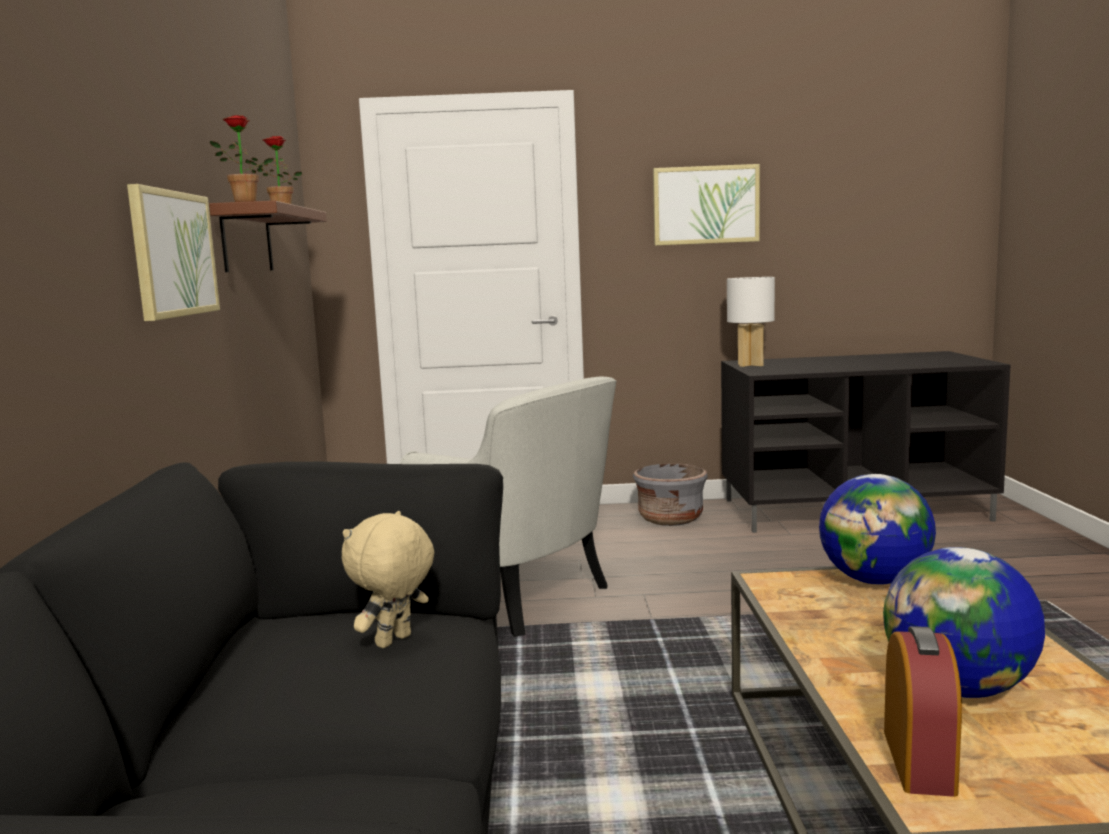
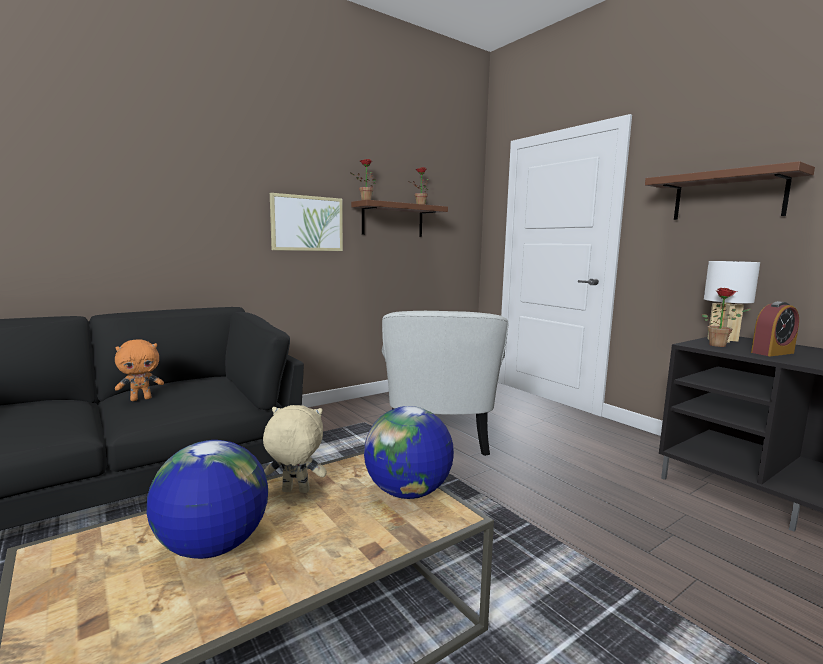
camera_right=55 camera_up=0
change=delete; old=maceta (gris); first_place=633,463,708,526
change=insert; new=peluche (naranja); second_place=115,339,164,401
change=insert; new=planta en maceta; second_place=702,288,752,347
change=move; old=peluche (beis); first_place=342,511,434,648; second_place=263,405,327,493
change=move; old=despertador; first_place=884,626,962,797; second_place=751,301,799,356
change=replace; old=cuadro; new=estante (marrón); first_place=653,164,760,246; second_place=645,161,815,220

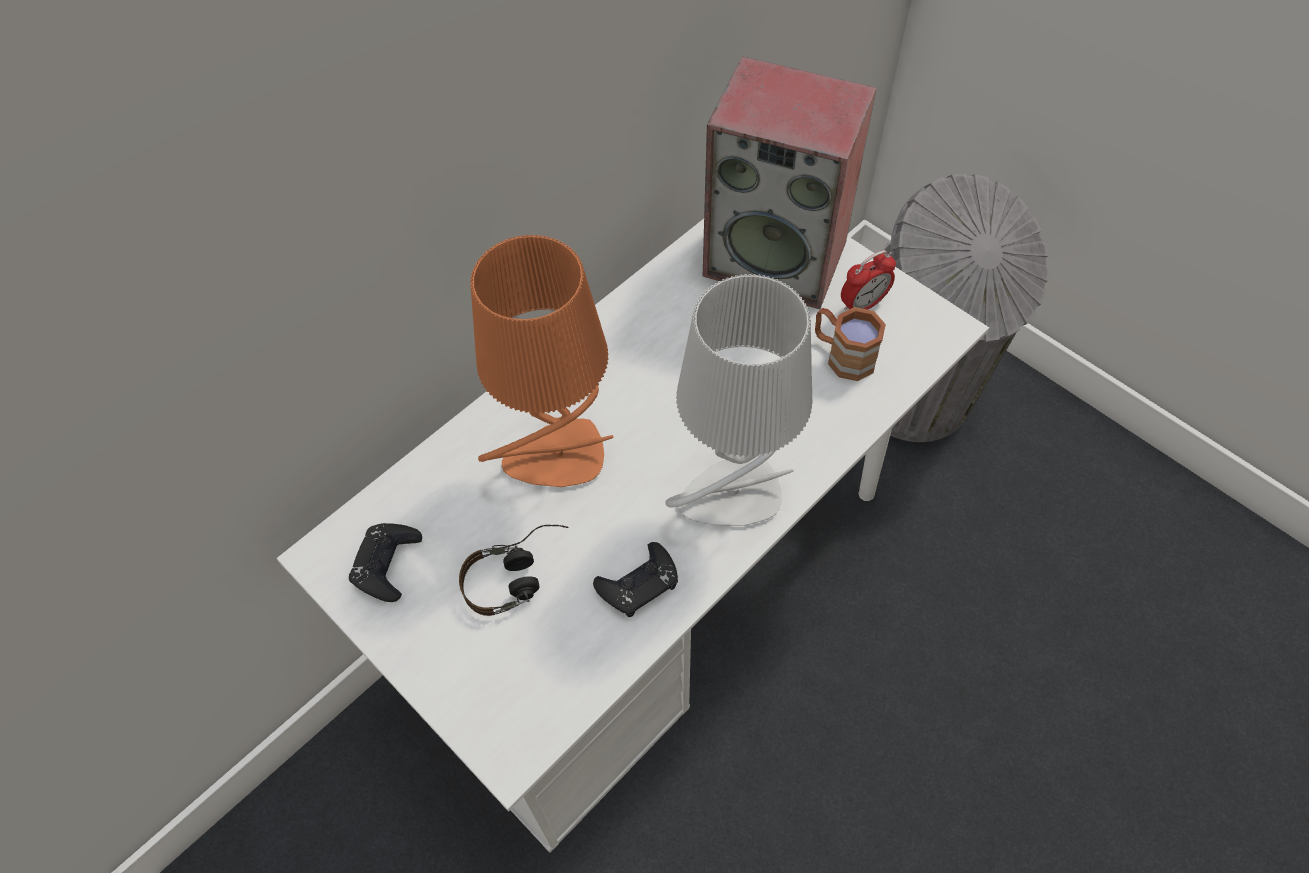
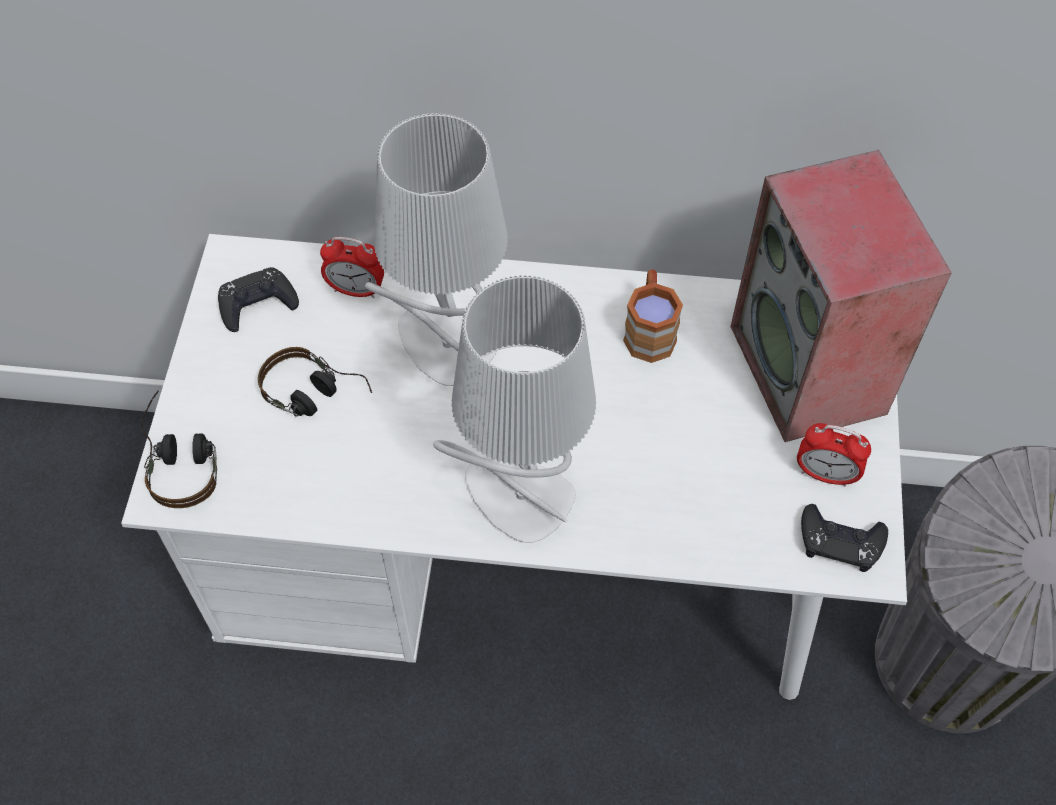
camera_right=50 camera_up=0
change=insert; new=auriculares; second_place=141,390,217,508
change=insert; new=despertador; second_place=320,237,384,298
change=move; old=mando de consola (negro); first_place=593,542,678,617; second_place=801,504,888,572
change=move; old=taza grande (marrón); first_place=815,307,886,381; second_place=623,270,683,363
change=recolor; old=lámpara de mesa (naranja); new=lámpara de mesa (gris); first_place=470,234,614,487; second_place=365,113,508,386

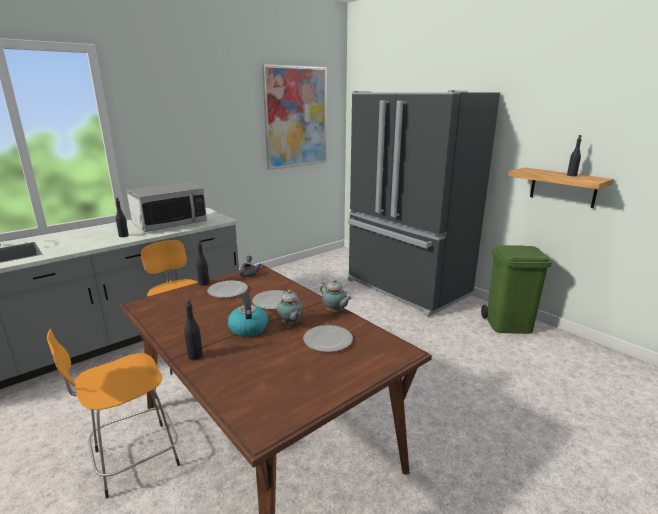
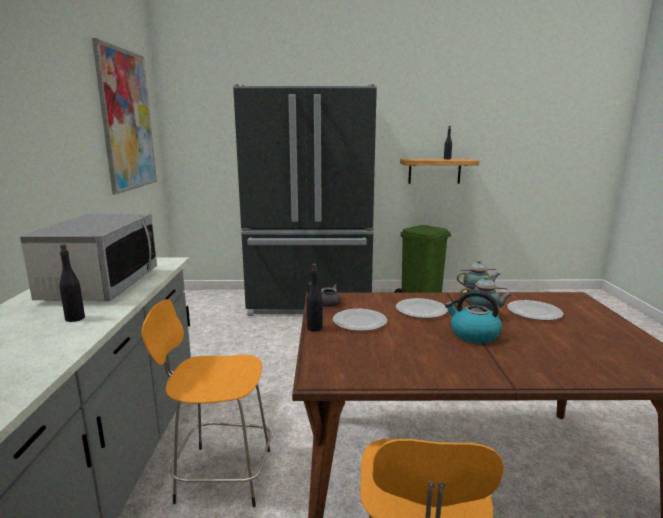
camera_right=-50 camera_up=-5
change=delete; old=botella (negro); first_place=184,299,203,360

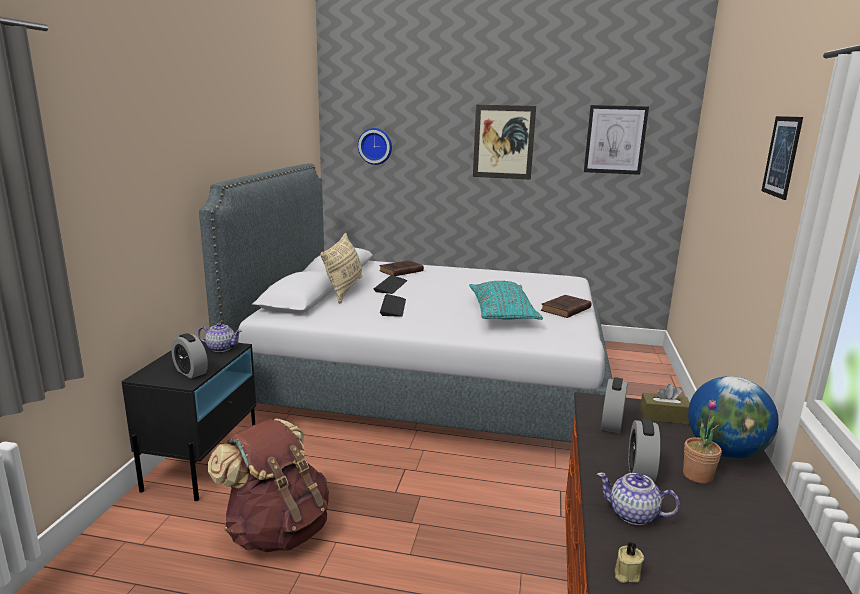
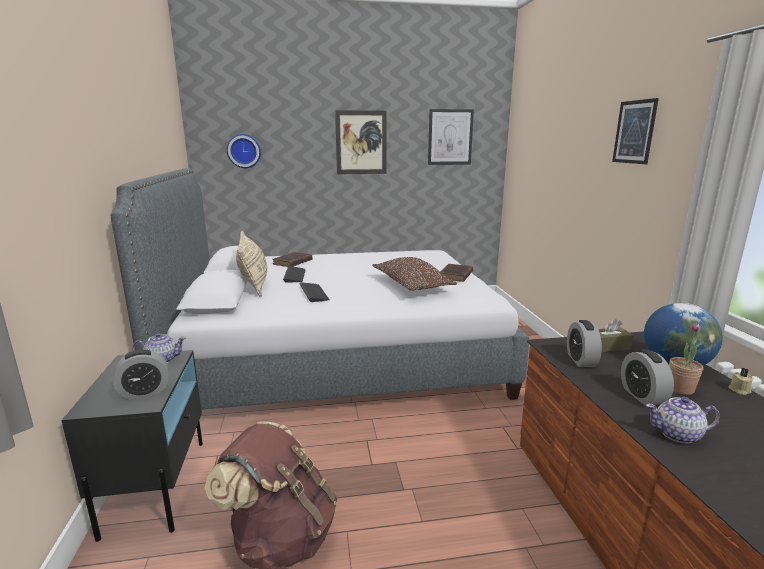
camera_right=-20 camera_up=0
change=move; old=vela (beis); first_place=615,542,644,583; second_place=728,368,754,395
change=recolor; old=cojín (turquesa); new=cojín (marrón); first_place=469,281,543,320; second_place=373,257,457,291
change=rotate; old=despertador; first_place=171,333,208,378; second_place=113,350,169,400; degrees=-45

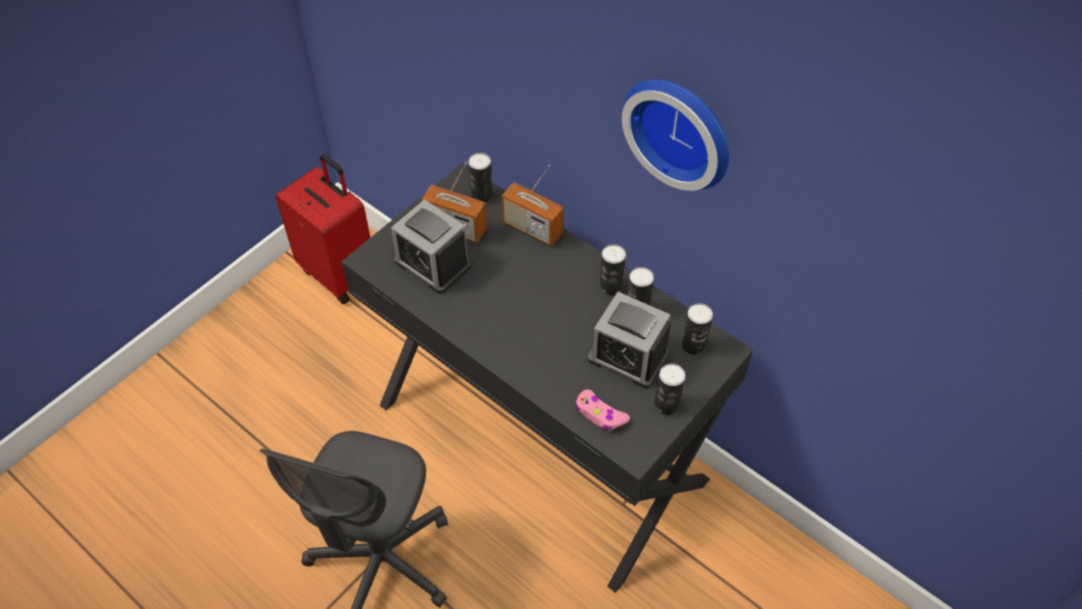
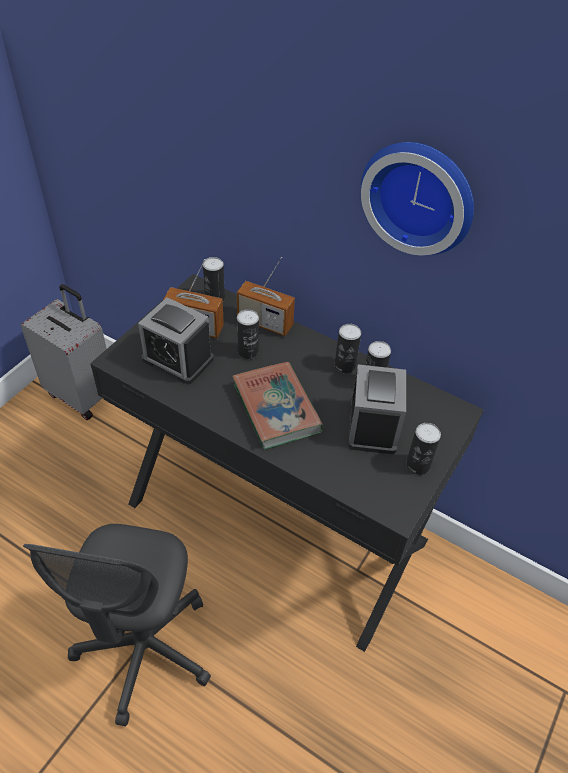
camera_right=-10 camera_up=-5
change=delete; old=mando de consola (rosa); first_place=575,389,630,430
change=insert; new=libro; second_place=232,362,324,450
change=move; old=lata; first_place=682,303,713,355; second_place=237,309,259,359
change=recolor; old=maleta (rojo); new=maleta (gris); first_place=275,154,370,304; second_place=20,284,107,420
change=rotate; old=despertador; first_place=588,292,671,389; second_place=348,365,406,454; degrees=-105

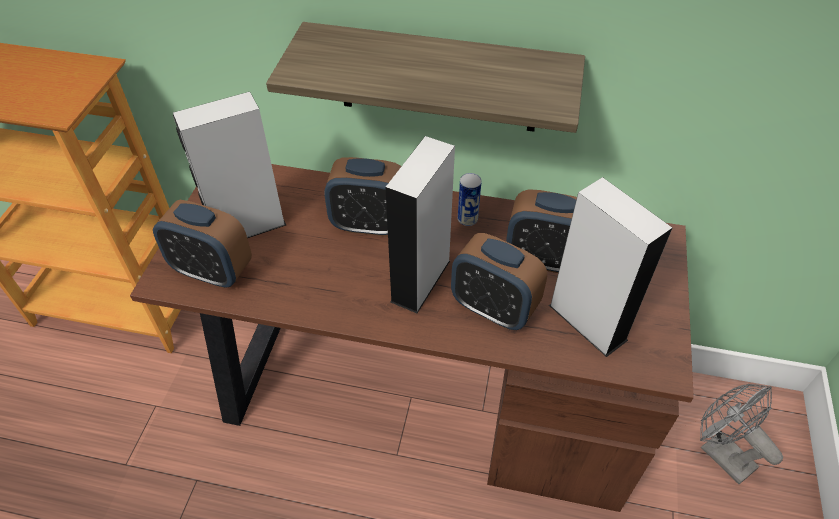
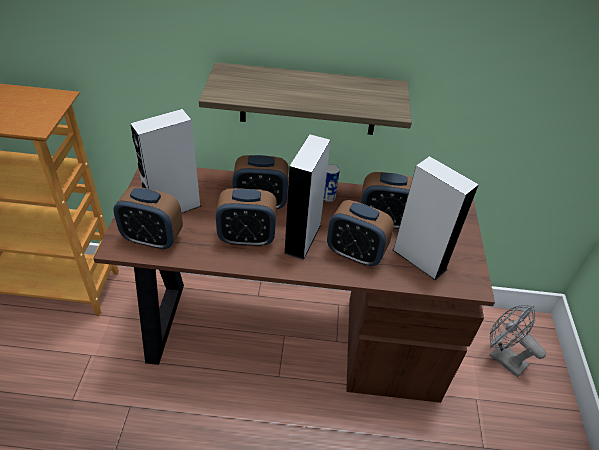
camera_right=-10 camera_up=-5
change=insert; new=despertador; second_place=216,188,277,247

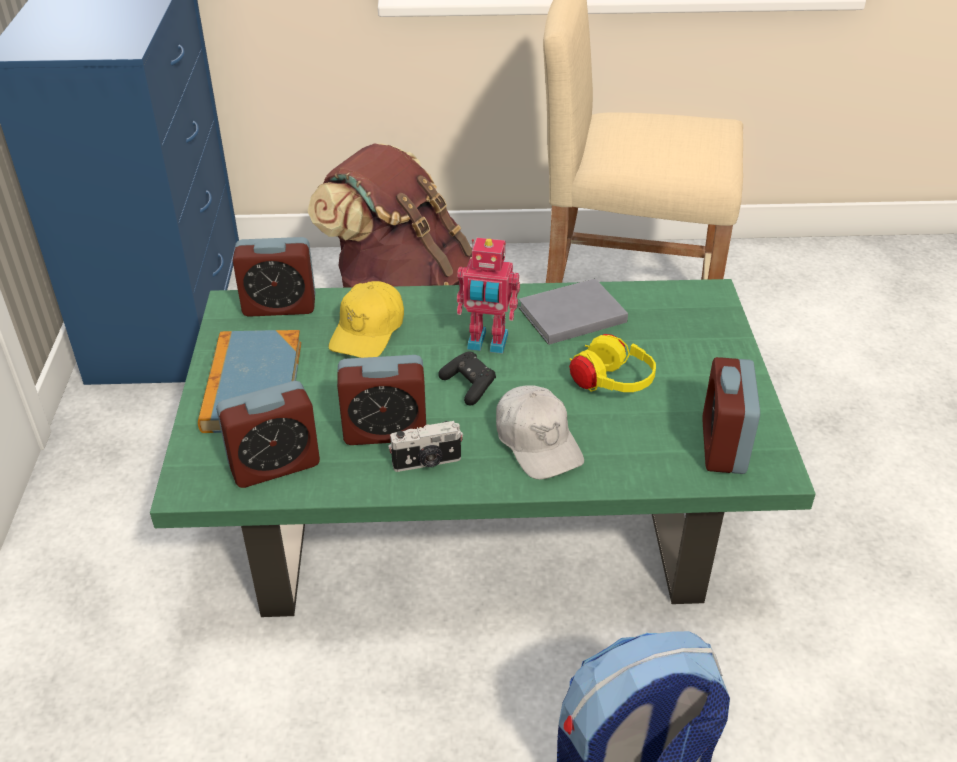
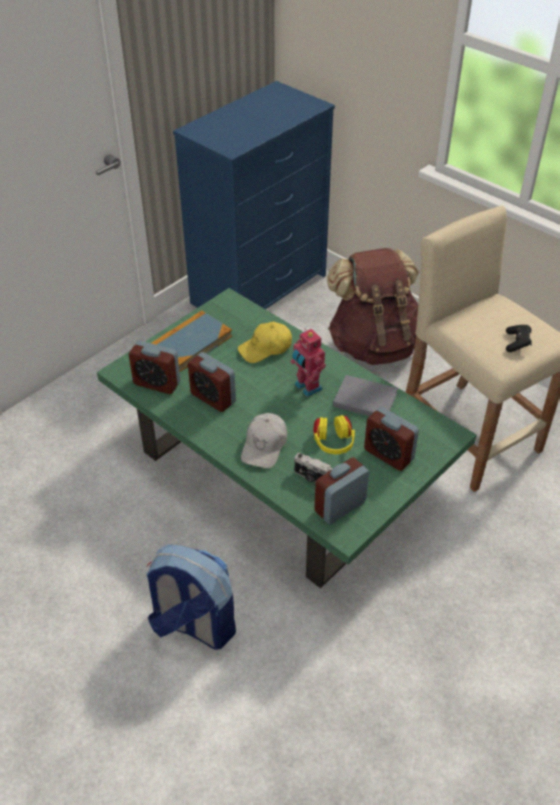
camera_right=45 camera_up=5
change=move; old=despertador; first_place=233,237,315,317; second_place=364,407,419,471
change=move; old=cámara; first_place=388,421,463,472; second_place=294,453,332,482
change=move; old=mando de consola (negro); first_place=438,351,496,405; second_place=506,325,532,352

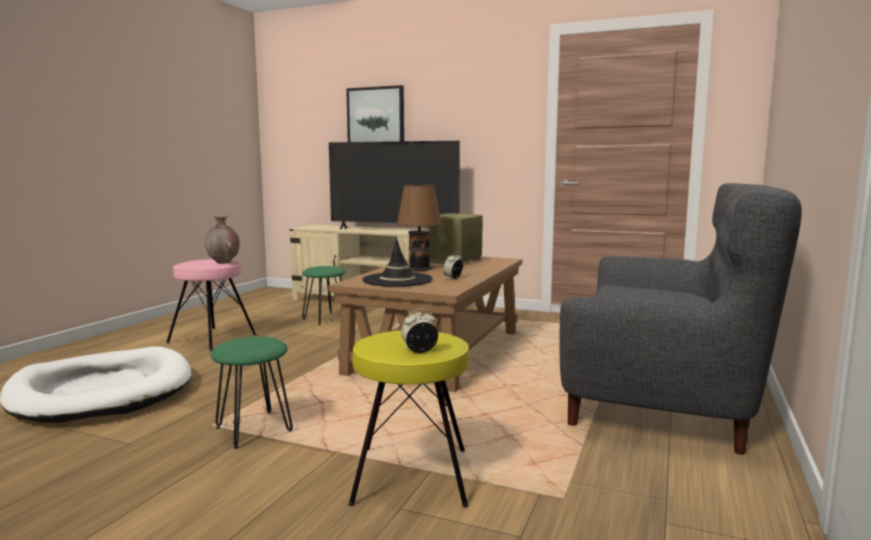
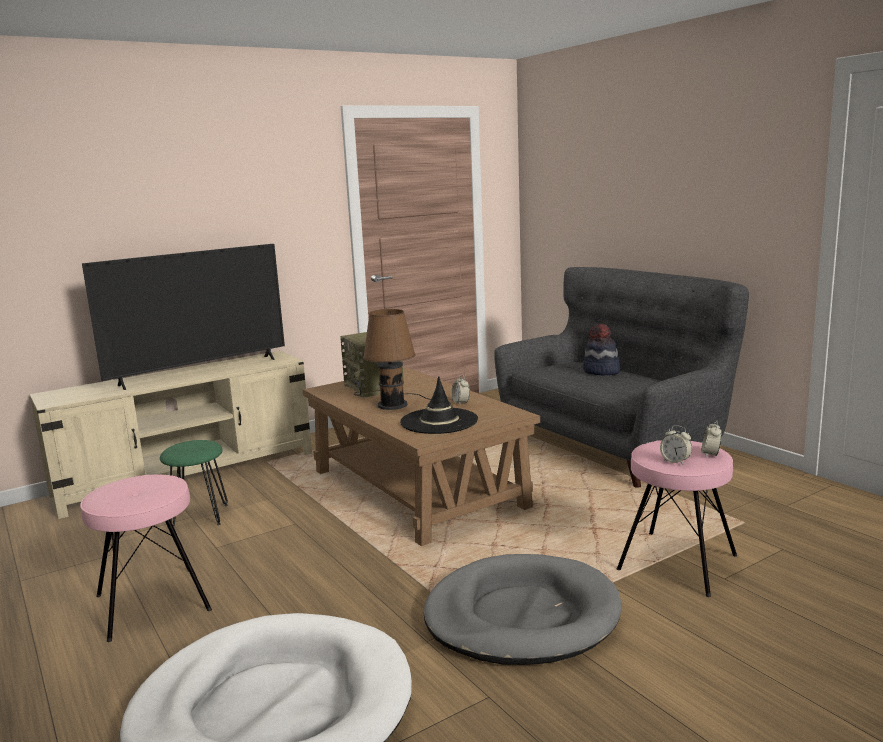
camera_right=-55 camera_up=5
change=delete; old=florero (marrón); first_place=205,216,240,264
change=delete; old=cuadro; first_place=346,85,404,142
change=insert; new=sombrero; second_place=583,324,620,375
change=insert; new=despertador; second_place=660,426,692,465
change=replace; old=taburete (verde); new=cama para perro (gris); first_place=210,336,293,449; second_place=424,554,621,665
change=recolor; old=taburete (amarillo); new=taburete (rosa); first_place=348,330,469,508; second_place=617,440,737,597

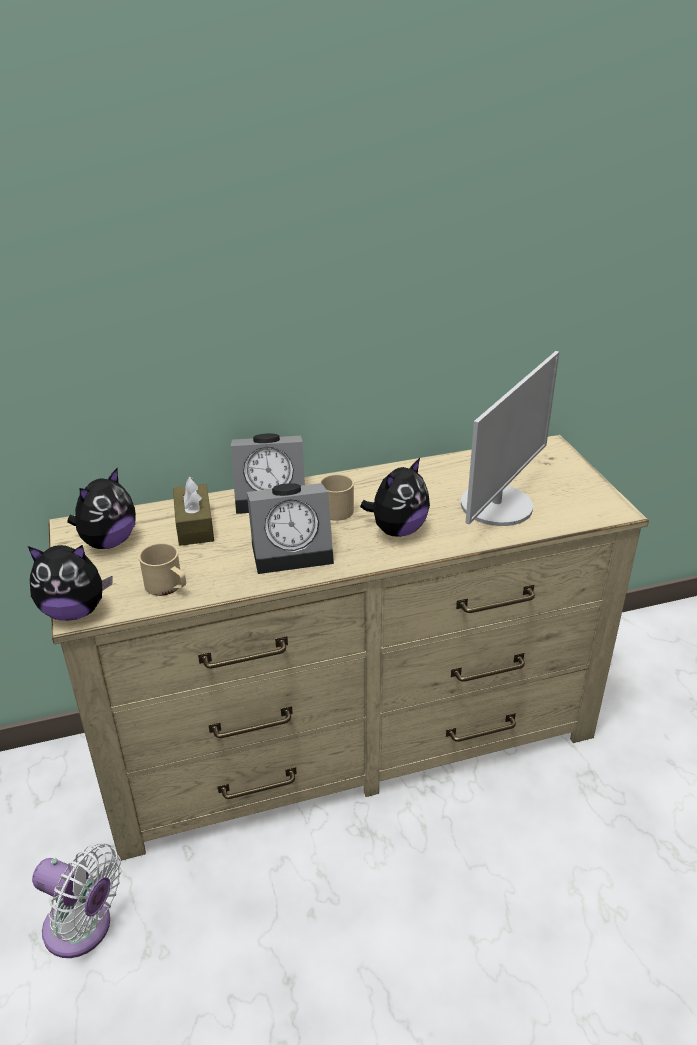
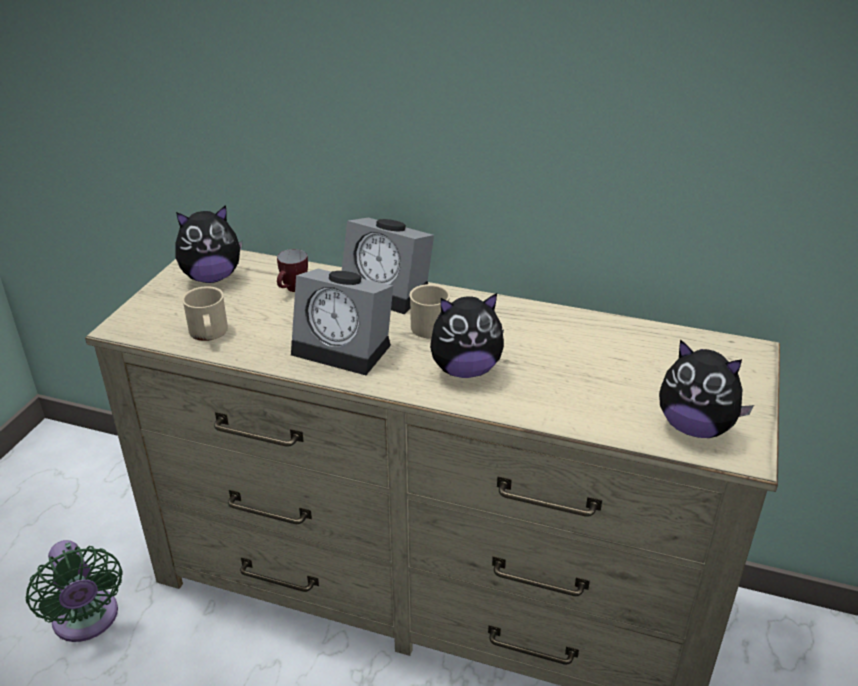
camera_right=35 camera_up=0
change=delete; old=monitor; first_place=461,351,559,526
change=move; old=peluche; first_place=28,545,112,621; second_place=659,339,754,438
change=replace; old=caja de pañuelos (marrón); new=taza grande; first_place=173,476,214,546; second_place=277,249,308,292
change=recolor; old=ventilador (blanco); new=ventilador (verde); first_place=32,843,121,958; second_place=26,540,123,642

